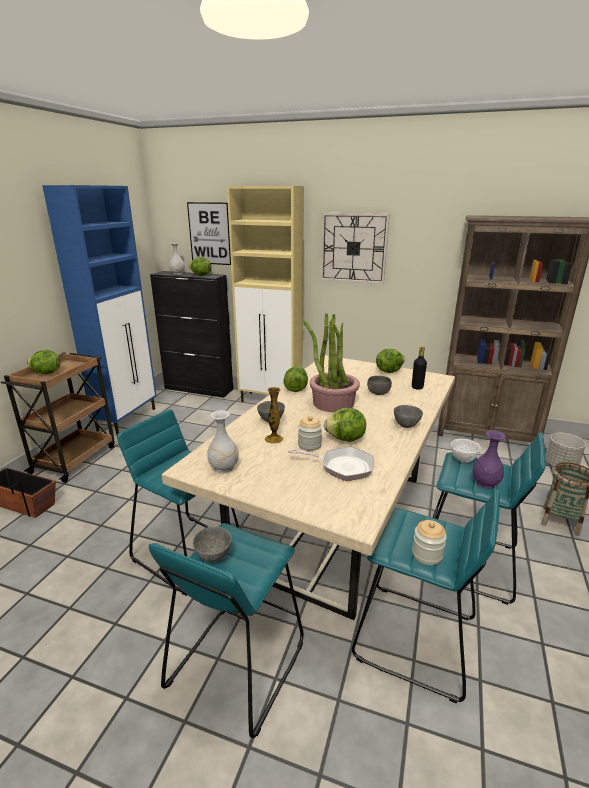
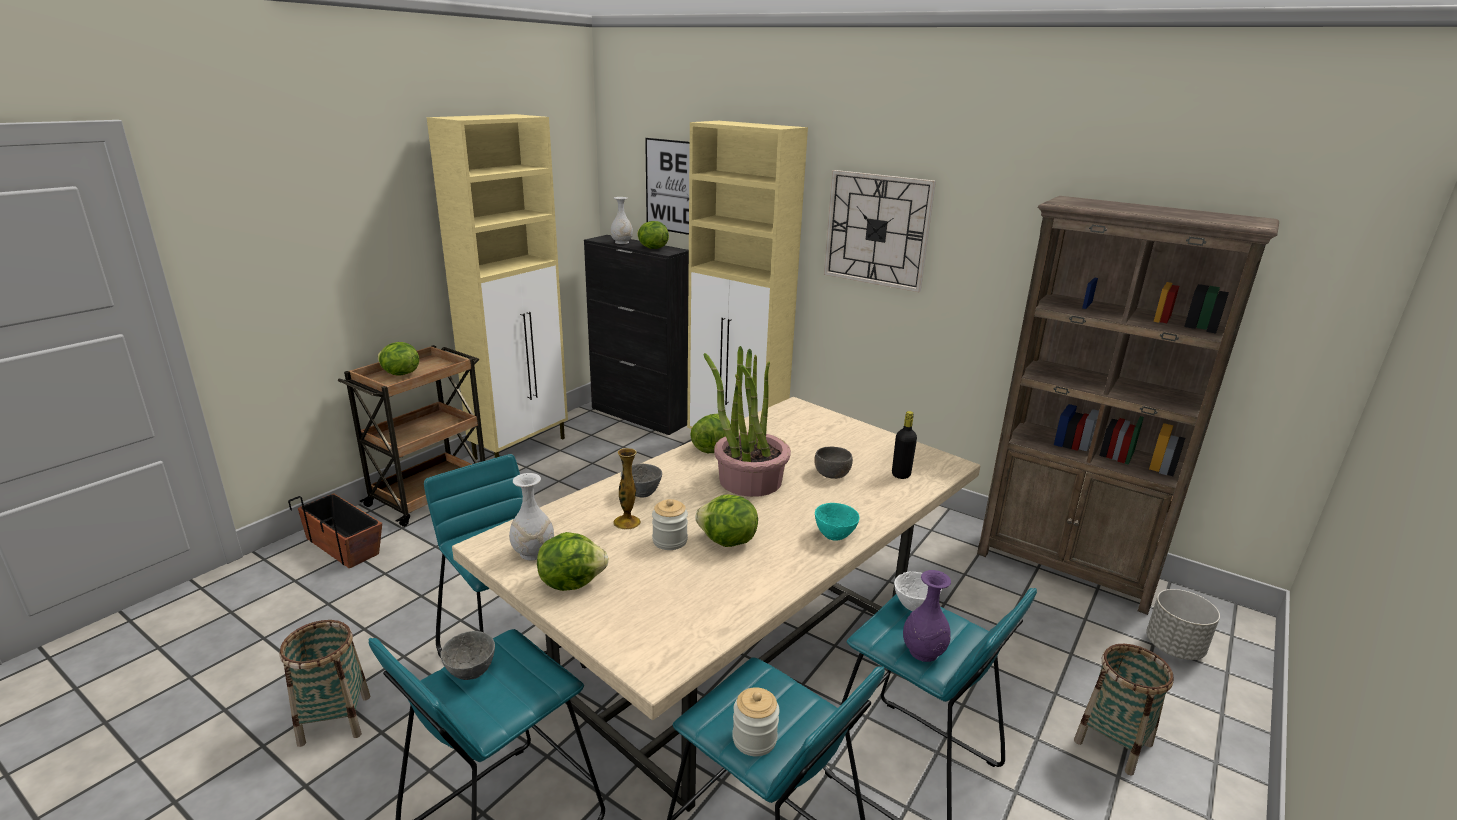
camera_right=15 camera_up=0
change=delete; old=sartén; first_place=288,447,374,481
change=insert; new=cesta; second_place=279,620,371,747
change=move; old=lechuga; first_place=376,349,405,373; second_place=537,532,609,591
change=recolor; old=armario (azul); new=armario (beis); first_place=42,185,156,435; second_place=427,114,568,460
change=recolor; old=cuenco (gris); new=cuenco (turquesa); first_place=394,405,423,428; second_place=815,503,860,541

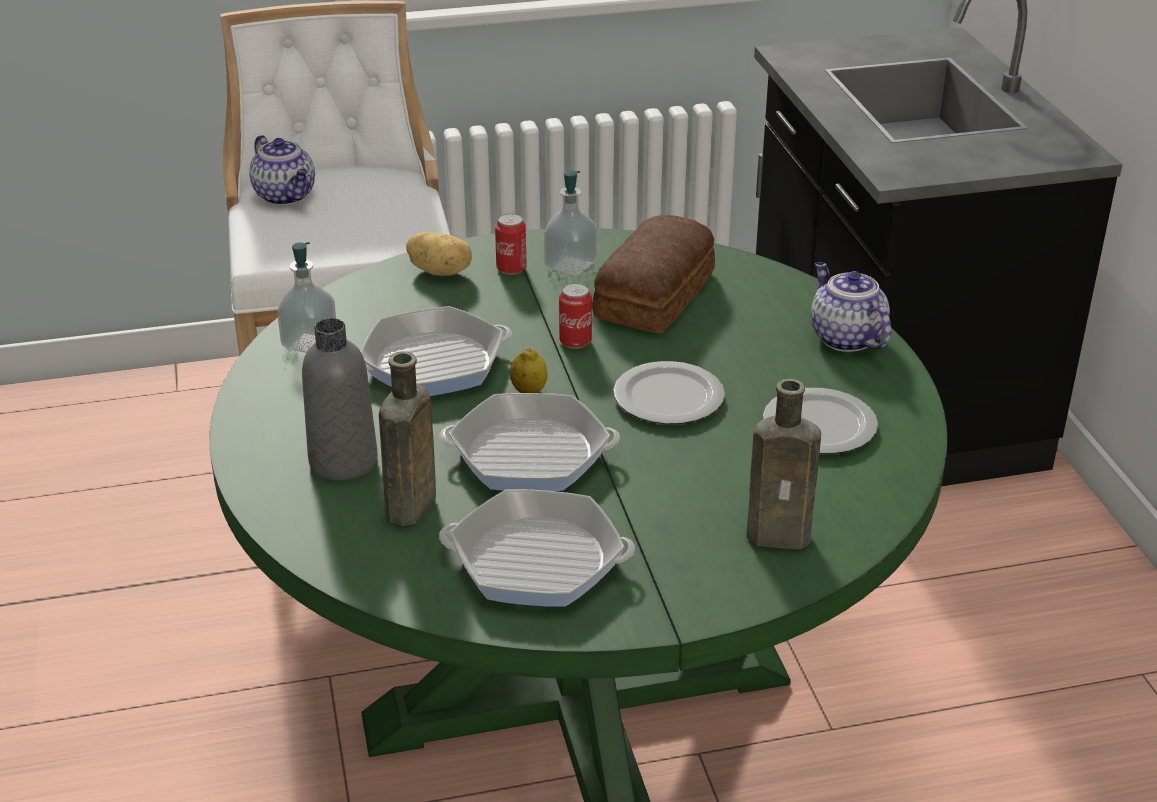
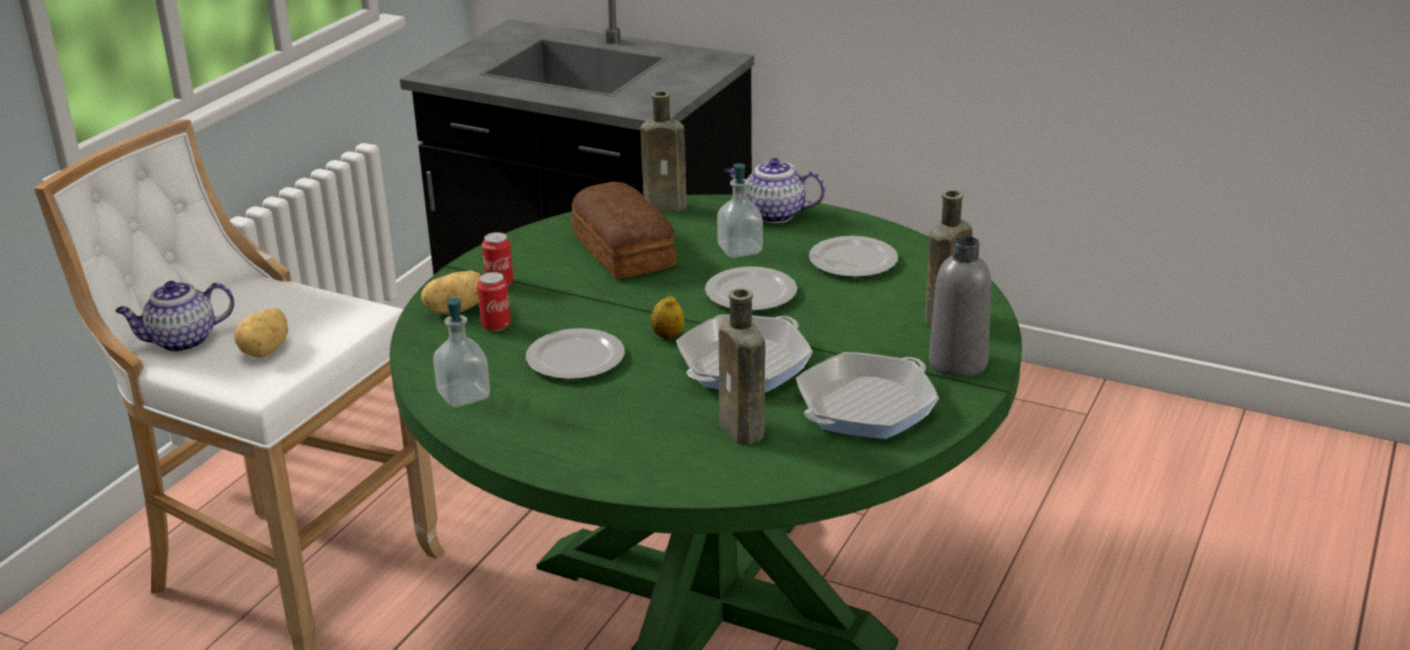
camera_right=-50 camera_up=-5
change=insert; new=patata; second_place=234,308,288,358
change=insert; new=botella (marrón); second_place=641,91,687,212
change=move; old=botella (gris); first_place=302,318,378,480; second_place=929,236,991,377
change=move; old=dispensador de jabón; first_place=544,170,597,276; second_place=717,163,763,258
change=move; old=lata; first_place=559,283,592,349; second_place=477,272,511,331
change=replace; old=sartén; new=plato; first_place=361,306,512,397; second_place=526,328,625,380
change=rotate; old=tetera; first_place=249,135,315,205; second_place=115,281,234,352; degrees=150

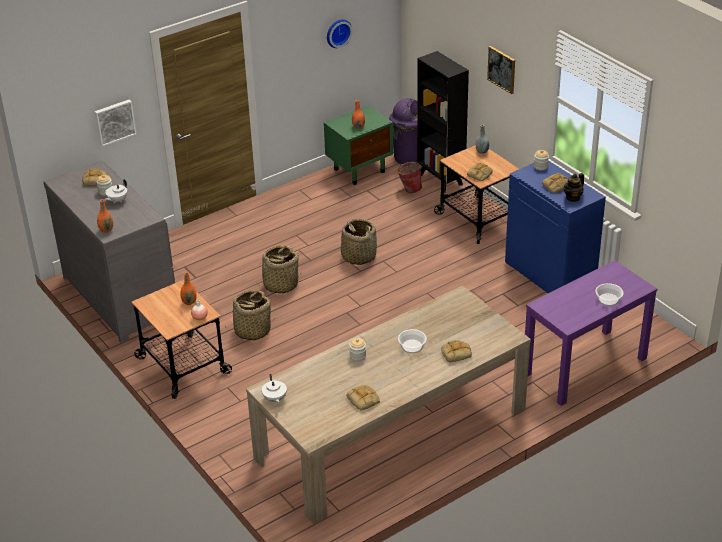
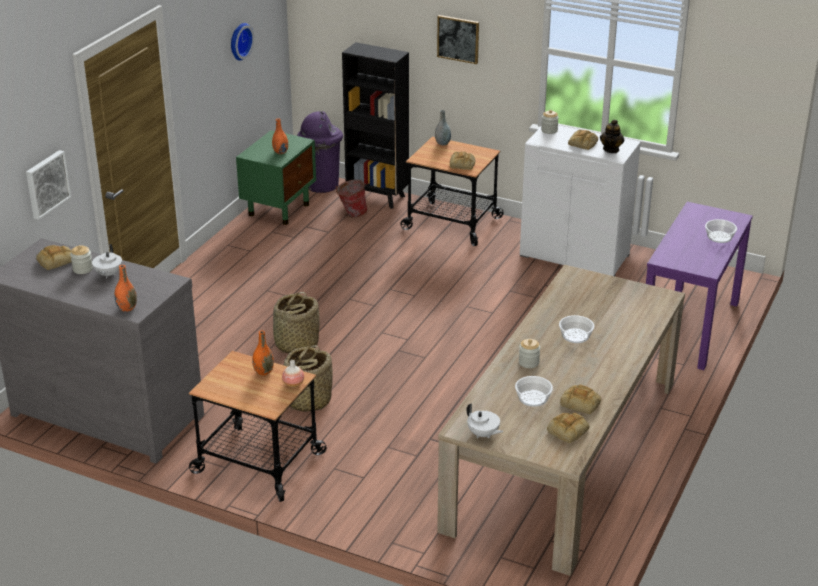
camera_right=-30 camera_up=-5
change=delete; old=cesta; first_place=341,219,377,265
change=insert; new=cuenco; second_place=515,376,553,407
change=move; old=pan; first_place=441,340,472,363; second_place=547,413,590,443
change=recolor; old=armario (azul); new=armario (blanco); first_place=505,160,606,293; second_place=520,125,641,276

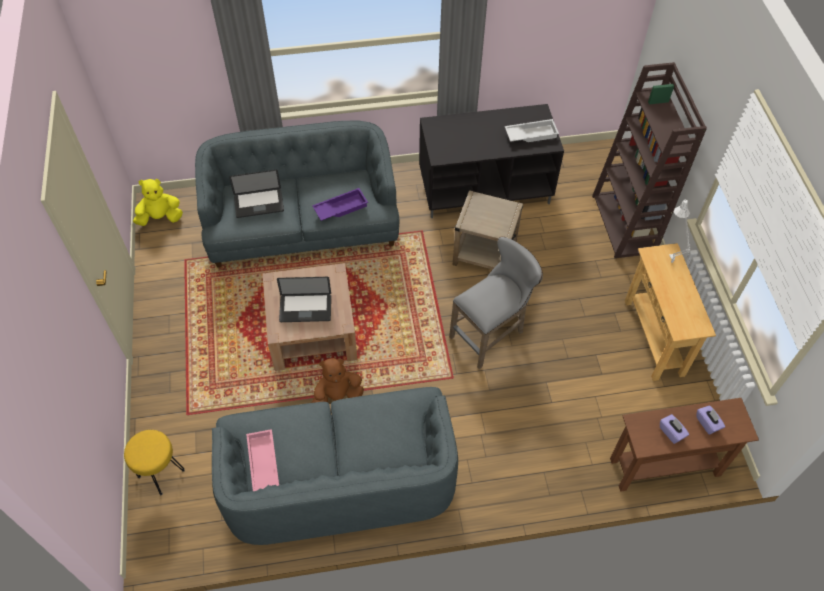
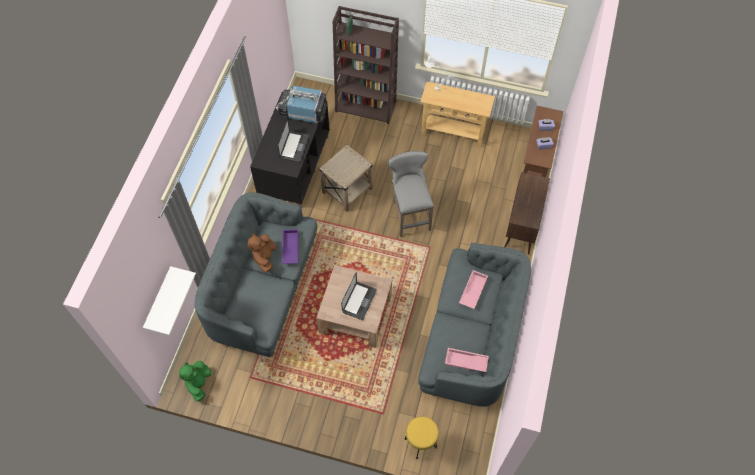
camera_right=-65 camera_up=5
change=insert; new=estante (blanco); second_place=143,266,196,335
change=insert; new=bandeja (rosa); second_place=459,270,488,309
change=insert; new=armario (marrón); second_place=504,172,550,254
change=move; old=portátil; first_place=229,169,284,218; second_place=278,119,309,162
change=move; old=peluche (marrón); first_place=312,358,364,403; second_place=248,233,277,273
change=replace; old=bandeja (blanco); new=televisor; first_place=505,119,559,142; second_place=276,85,327,123
change=recolor; old=peluche (amarillo); new=peluche (verde); first_place=133,179,183,226; second_place=179,361,212,402

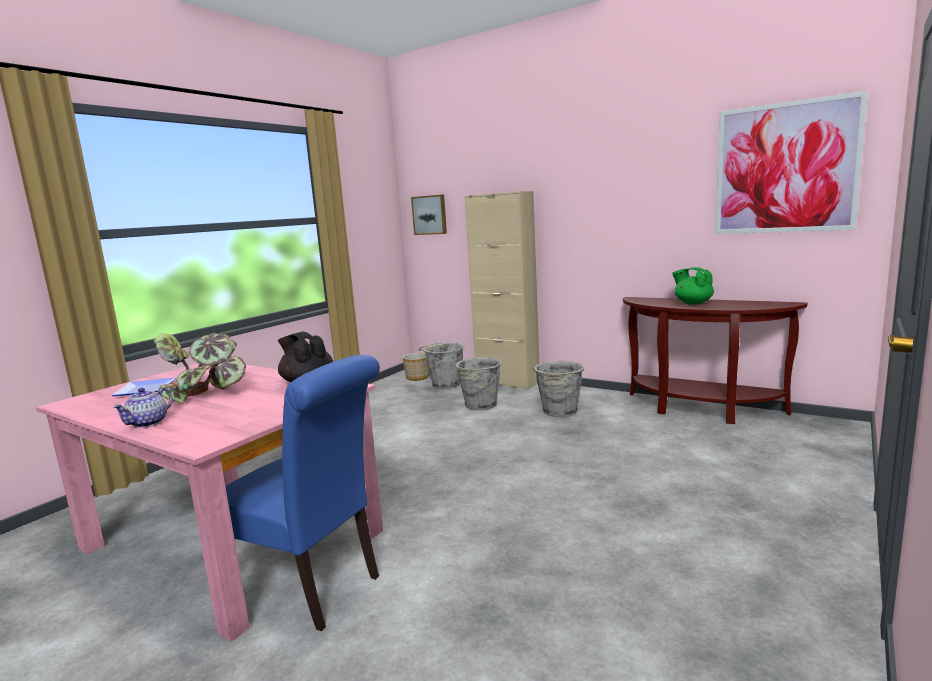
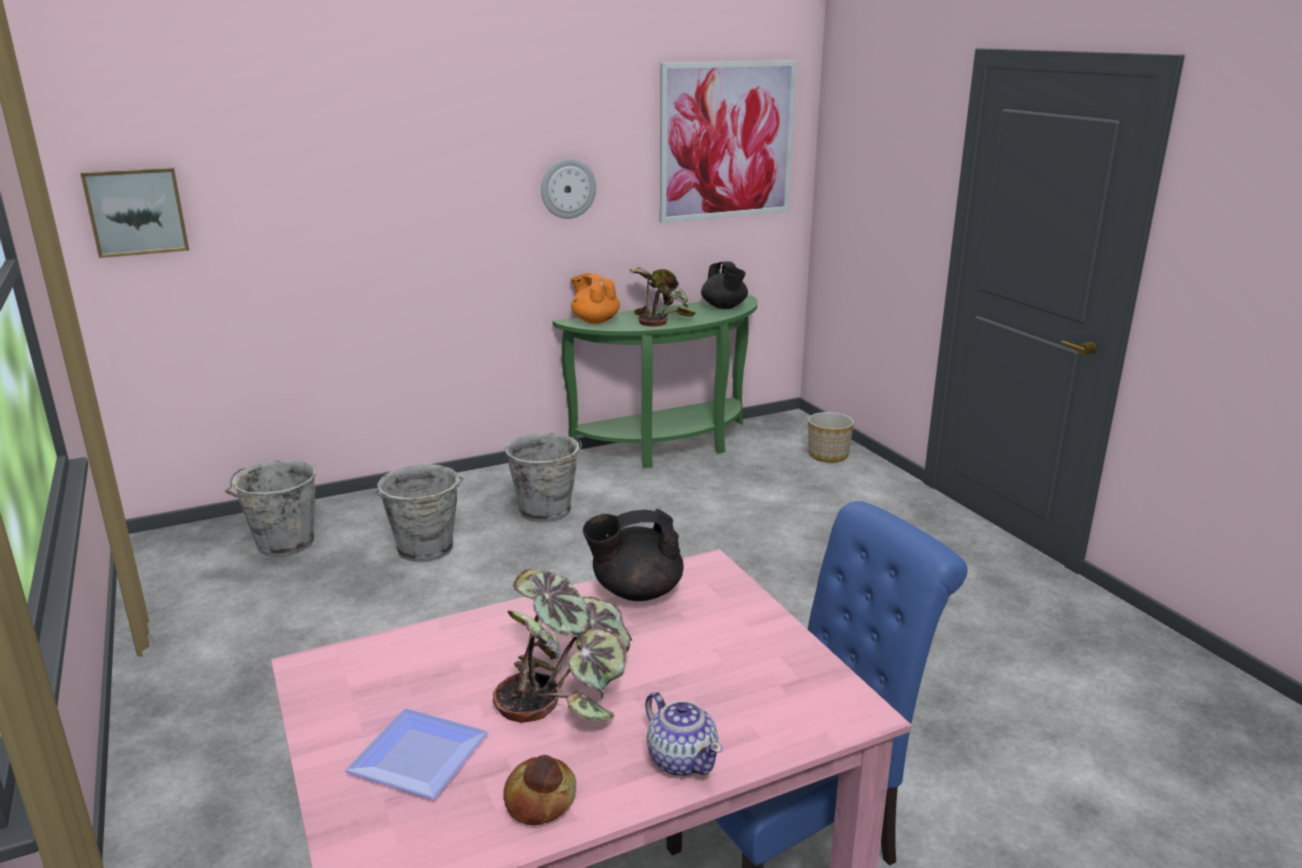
camera_right=-60 camera_up=10
change=delete; old=armario (beis); first_place=465,191,540,390
change=insert; new=pan; second_place=504,755,576,826
change=insert; new=reloj de pared; second_place=541,159,596,219
change=insert; new=tetera (naranja); second_place=570,273,620,324
change=insert; new=tetera (negro); second_place=701,261,748,309
change=move; old=maceta; first_place=403,353,429,381; second_place=808,412,854,463
change=replace; old=tetera (verde); new=planta en maceta; first_place=672,267,714,305; second_place=630,267,696,326
change=recolor; old=mesa consola (marrón); new=mesa consola (verde); first_place=623,297,808,424; second_place=553,295,757,468

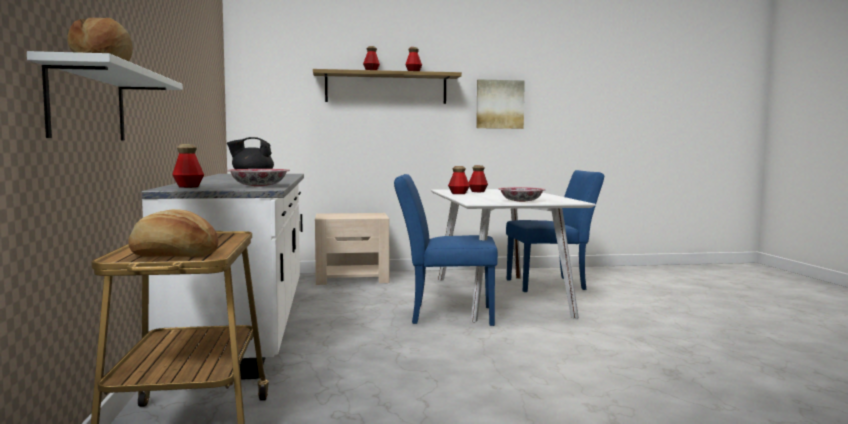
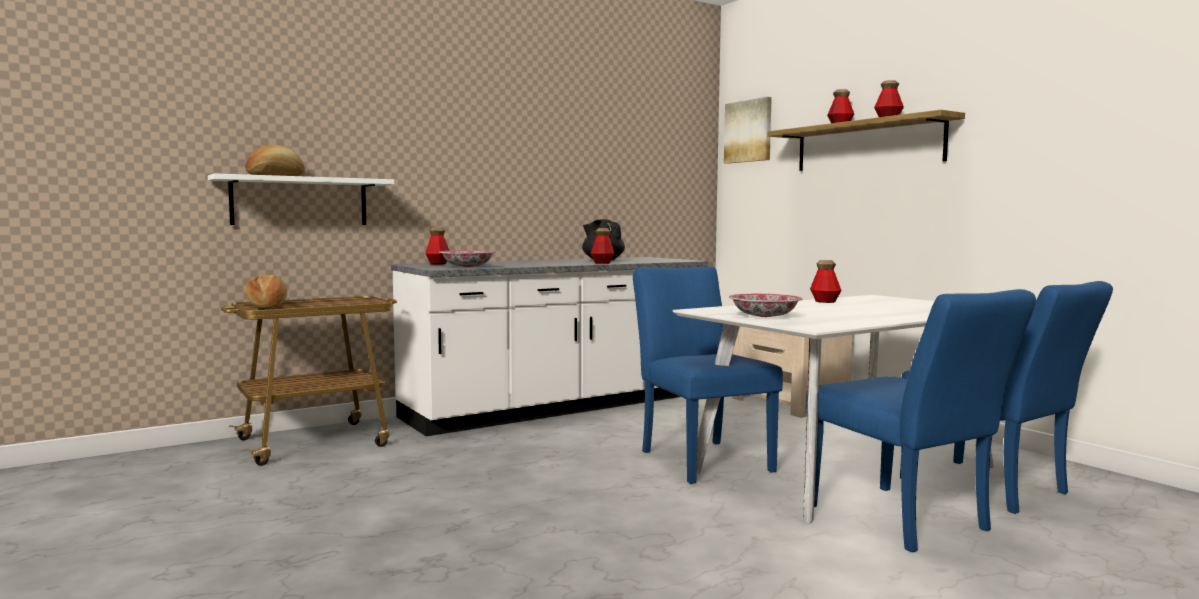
camera_right=65 camera_up=0
change=insert; new=silla (azul); second_place=805,289,1036,552
change=move; old=botella; first_place=469,165,488,192; second_place=591,228,614,264
change=move; old=cuadro; first_place=476,79,525,129; second_place=724,97,772,164

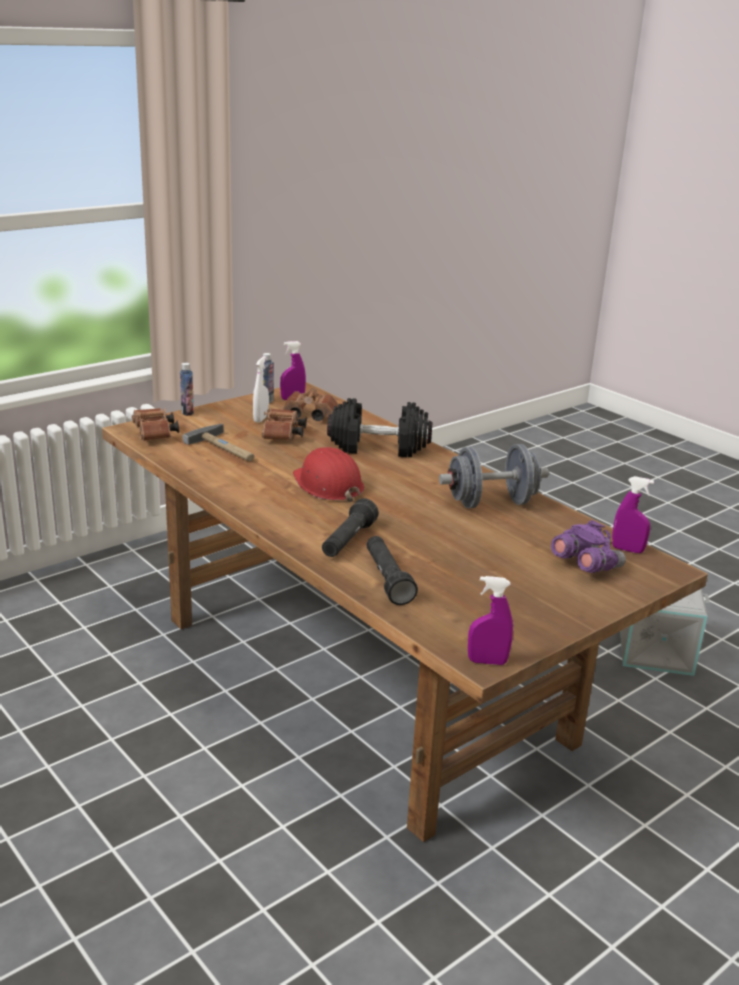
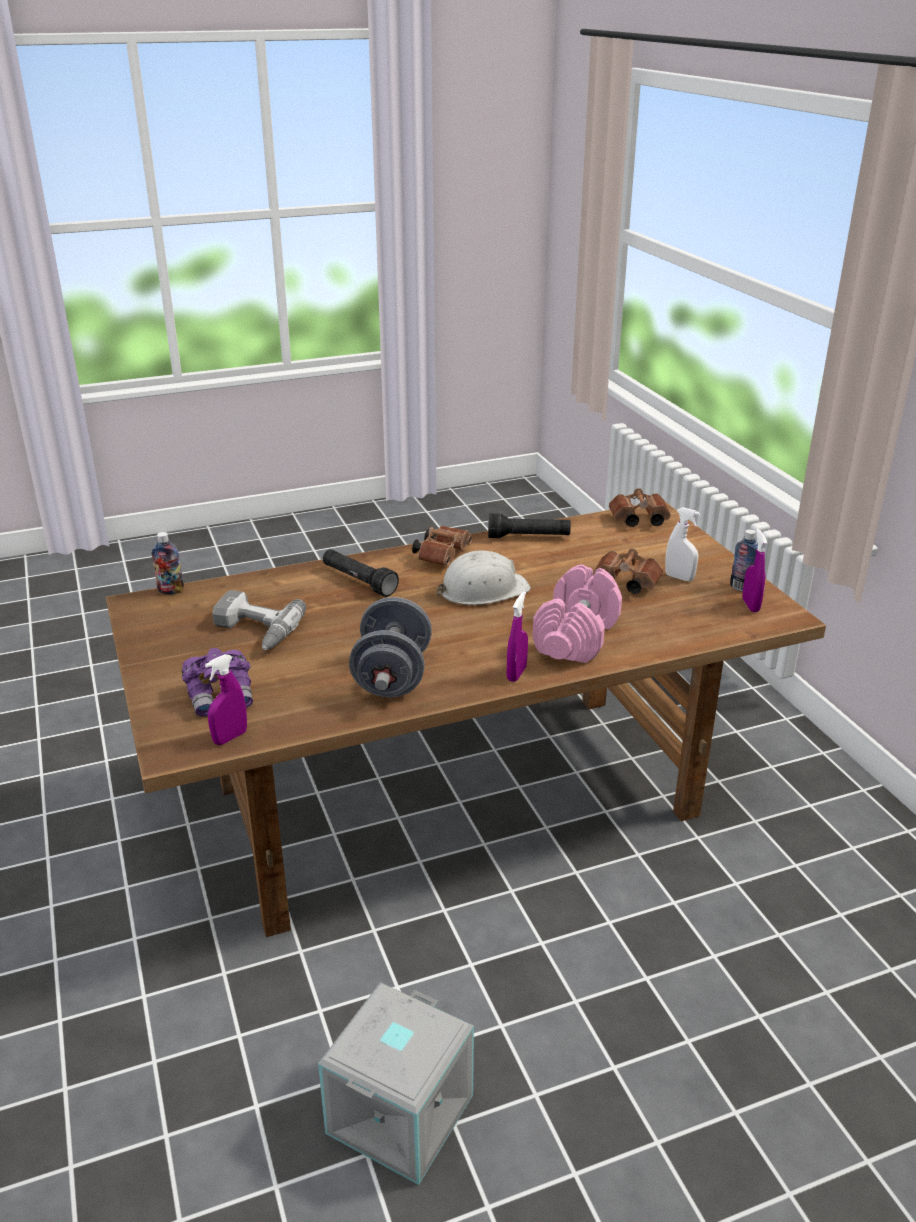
camera_right=110 camera_up=5
change=delete; old=martillo; first_place=183,424,254,461
change=insert; new=taladro; second_place=212,590,306,650
change=move; old=botella; first_place=180,363,194,416; second_place=151,532,184,595
change=move; old=prismáticos (marrón); first_place=283,388,338,422; second_place=412,526,473,567
change=move; old=linterna (negro); first_place=366,536,418,605; second_place=488,513,571,538
change=move; old=pulverizador (morado); first_place=468,576,513,665; second_place=507,591,528,682
change=recolor; old=casco (rojo); new=casco (blanco); first_place=293,447,364,502; second_place=436,550,531,605
change=recolor; old=mancuerna (negro); new=mancuerna (rosa); first_place=327,398,432,457; second_place=533,565,622,663

